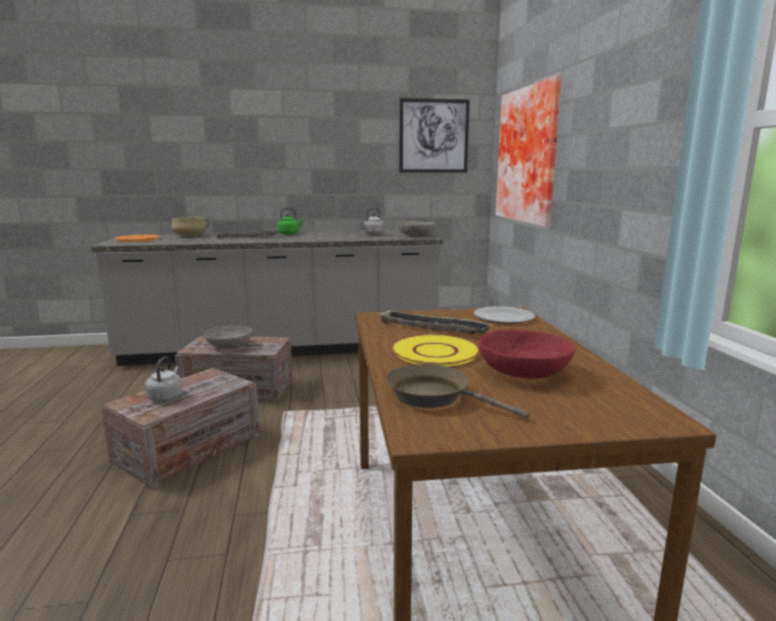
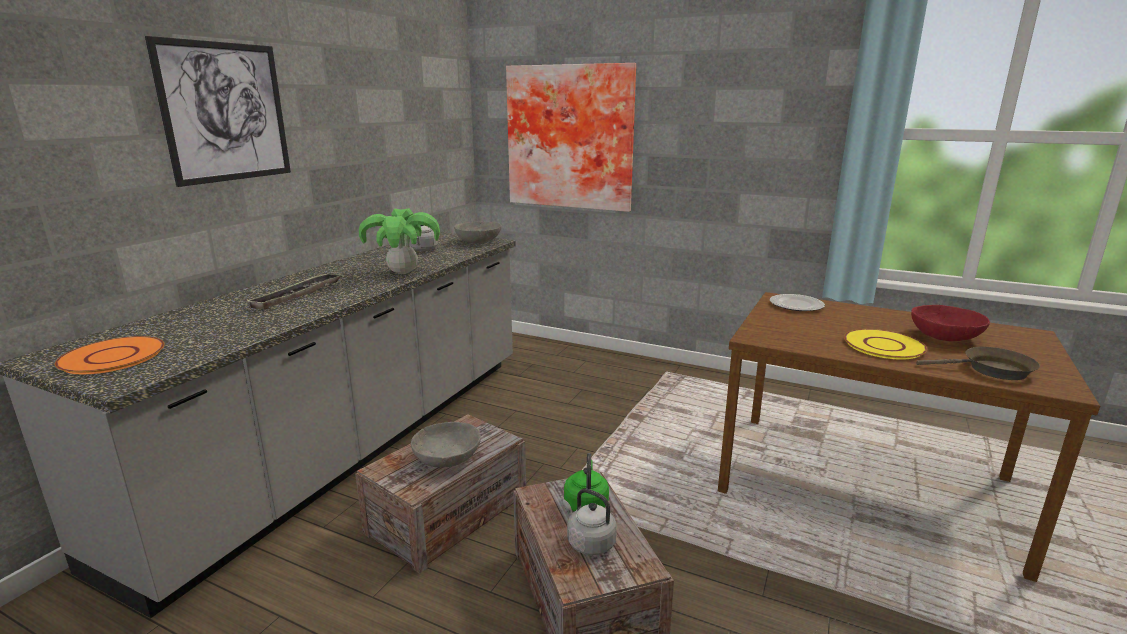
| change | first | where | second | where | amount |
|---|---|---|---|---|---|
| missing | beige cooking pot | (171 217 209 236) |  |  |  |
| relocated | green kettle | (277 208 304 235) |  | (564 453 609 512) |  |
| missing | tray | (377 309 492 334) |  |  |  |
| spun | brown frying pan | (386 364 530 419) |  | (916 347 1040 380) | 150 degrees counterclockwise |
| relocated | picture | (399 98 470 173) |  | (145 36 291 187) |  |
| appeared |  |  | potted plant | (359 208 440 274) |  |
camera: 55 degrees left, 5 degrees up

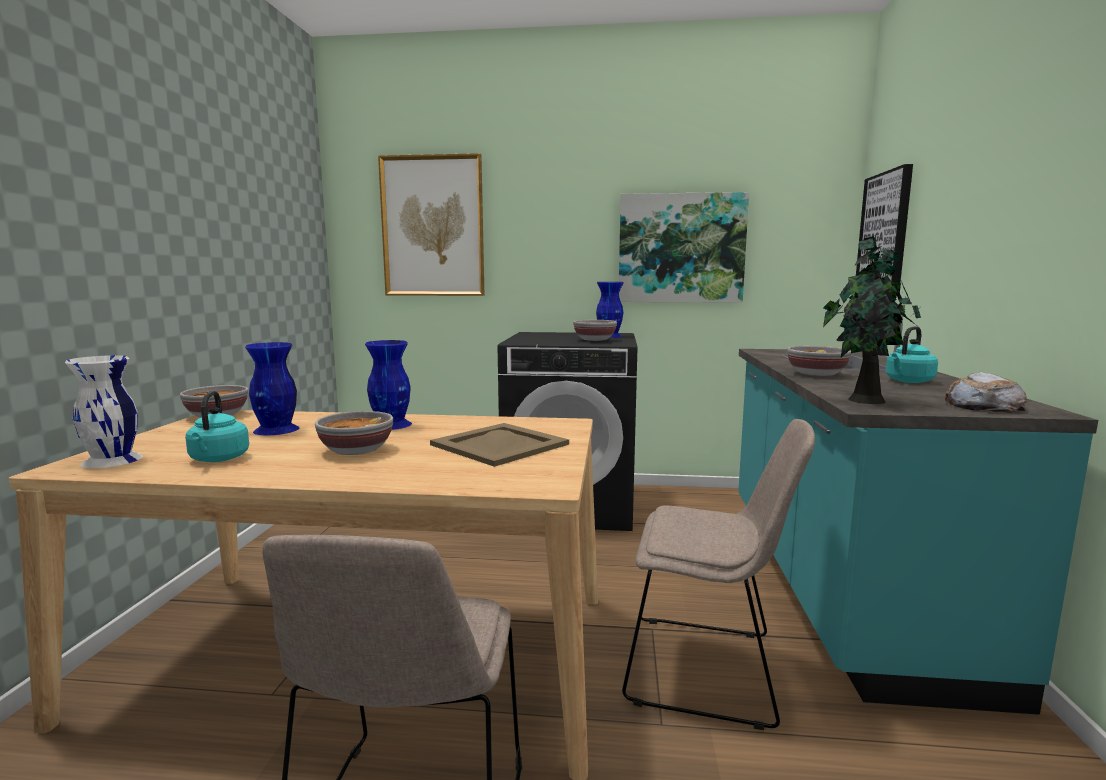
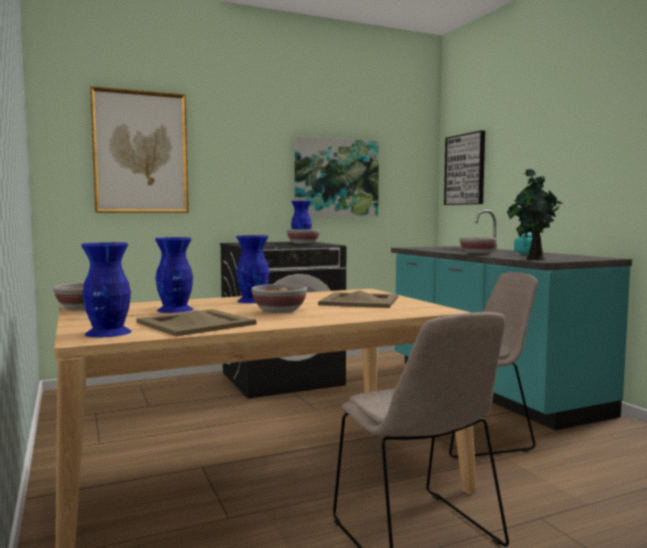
| change | first | where | second | where | amount |
|---|---|---|---|---|---|
| colour | white vase | (65 355 143 468) | blue vase | (81 242 132 337) |  |
| exchanged | turquoise kettle | (185 391 249 462) | beige tray | (136 309 256 337) |  |
| missing | bread | (945 372 1027 413) |  |  |  |
camera: 30 degrees left, 5 degrees down

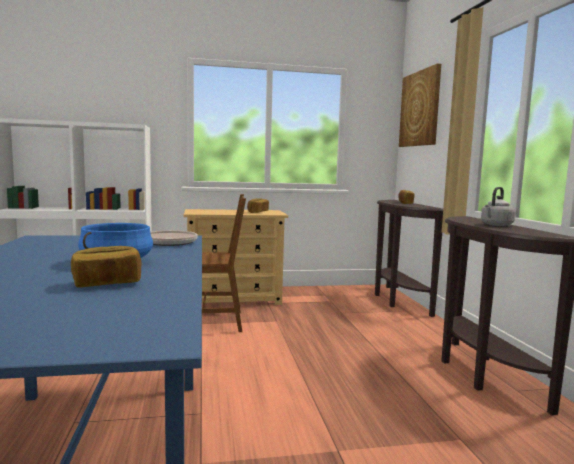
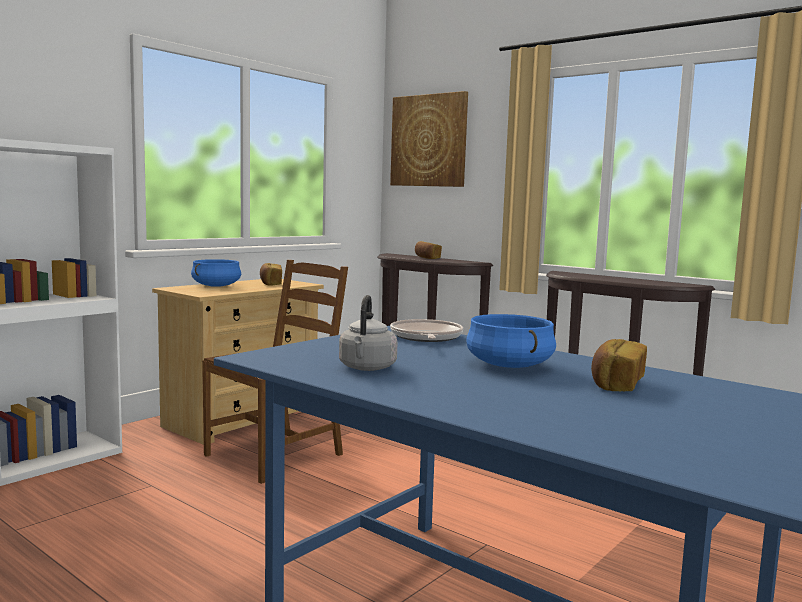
| change | first | where | second | where | amount |
|---|---|---|---|---|---|
| relocated | grey kettle | (481 187 515 226) |  | (339 295 397 371) |  |
| appeared |  |  | blue cooking pot | (191 259 241 287) |  |
camera: 40 degrees left, 0 degrees up

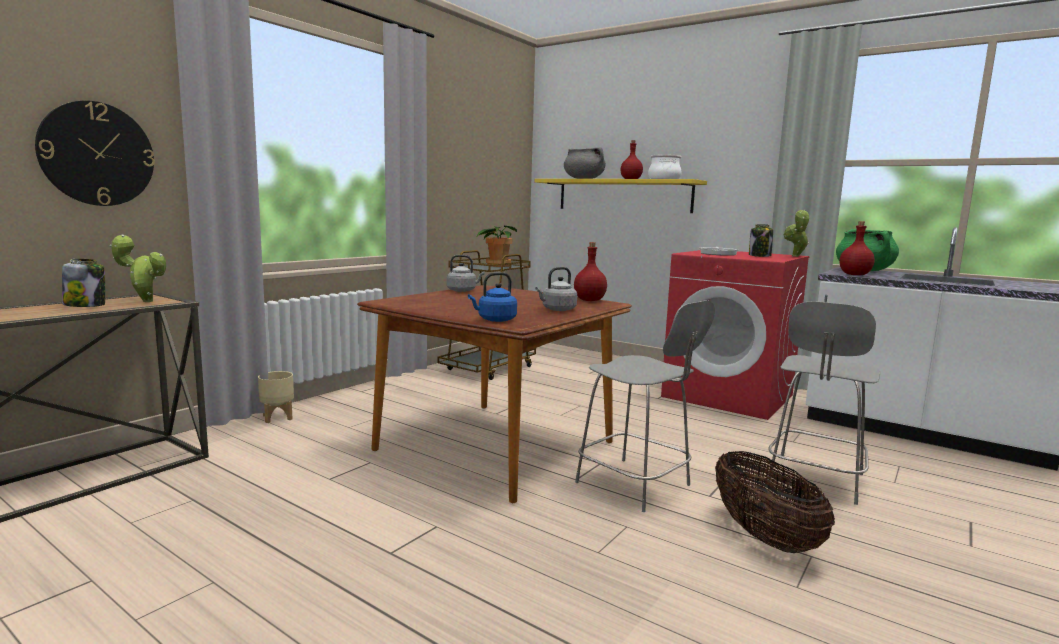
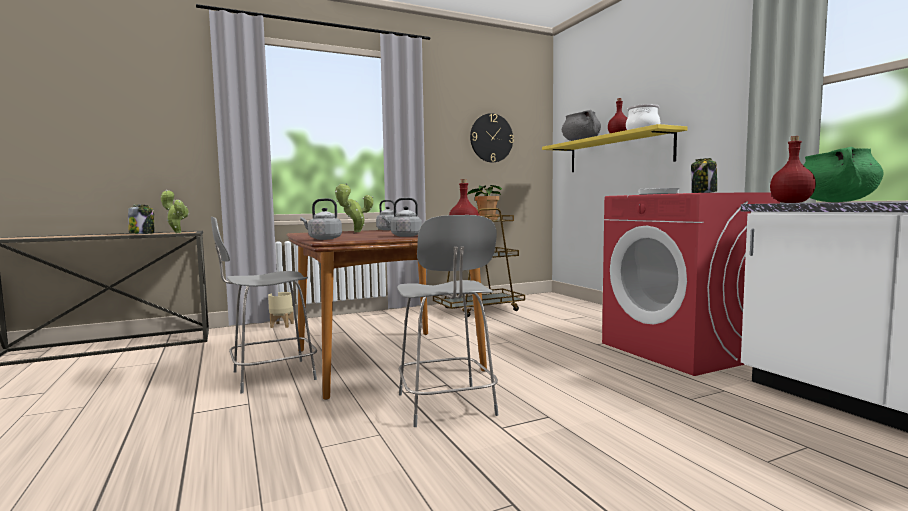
| change | first | where | second | where | amount |
|---|---|---|---|---|---|
| relocated | wall clock | (35 101 155 206) |  | (470 113 514 162) |  |
| colour | blue kettle | (468 272 517 322) | grey kettle | (300 198 342 240) |  |
| missing | basket | (715 451 835 553) |  |  |  |
| relocated | grey chair | (768 301 880 505) |  | (211 217 317 394) |  |
| relocated | potted plant | (784 209 810 257) |  | (335 183 373 232) |  |
camera: 30 degrees right, 5 degrees down

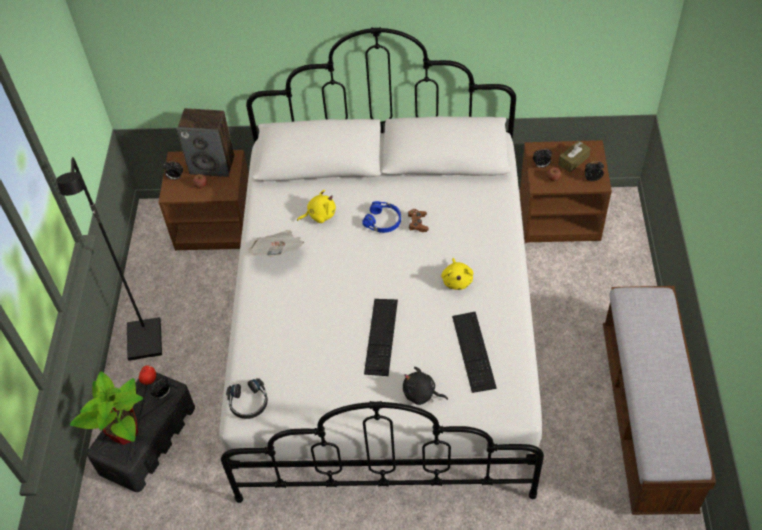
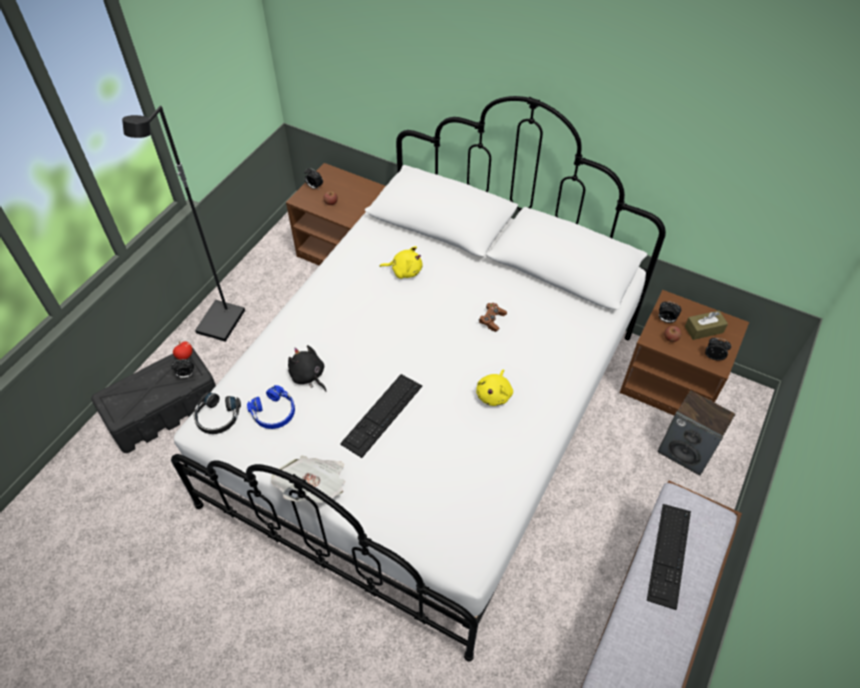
| change | first | where | second | where | amount |
|---|---|---|---|---|---|
| missing | potted plant | (70 371 143 445) |  |  |  |
| relocated | speaker | (177 108 234 177) |  | (657 390 735 476) |  |
| relocated | newspaper | (248 230 305 257) |  | (271 456 345 503) |  |
| relocated | blue headphones | (362 201 401 233) |  | (247 385 295 429) |  |
| relocated | black plush toy | (403 367 448 405) |  | (288 345 327 392) |  |
| relocated | keyboard | (452 312 497 393) |  | (647 504 691 610) |  |
camera: 25 degrees right, 0 degrees up

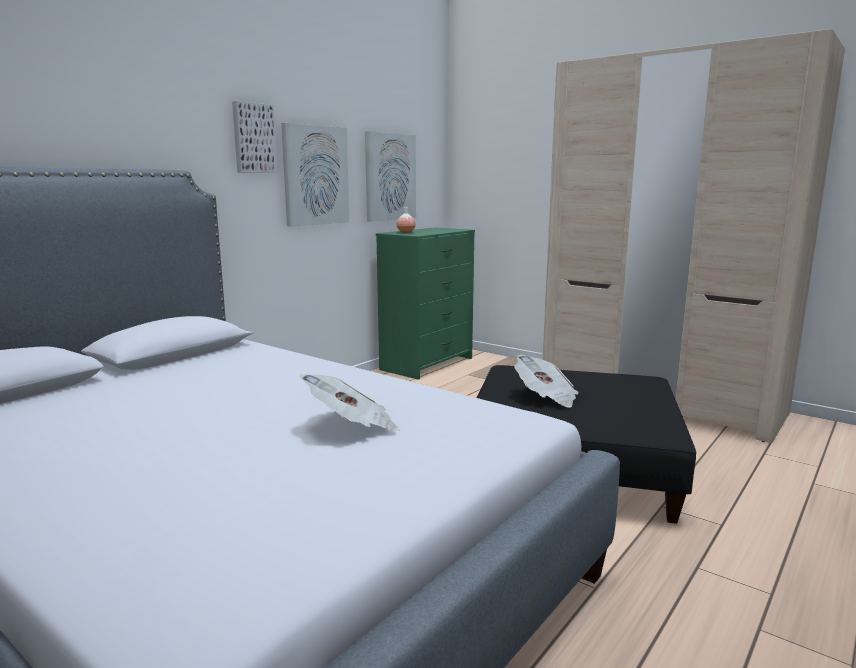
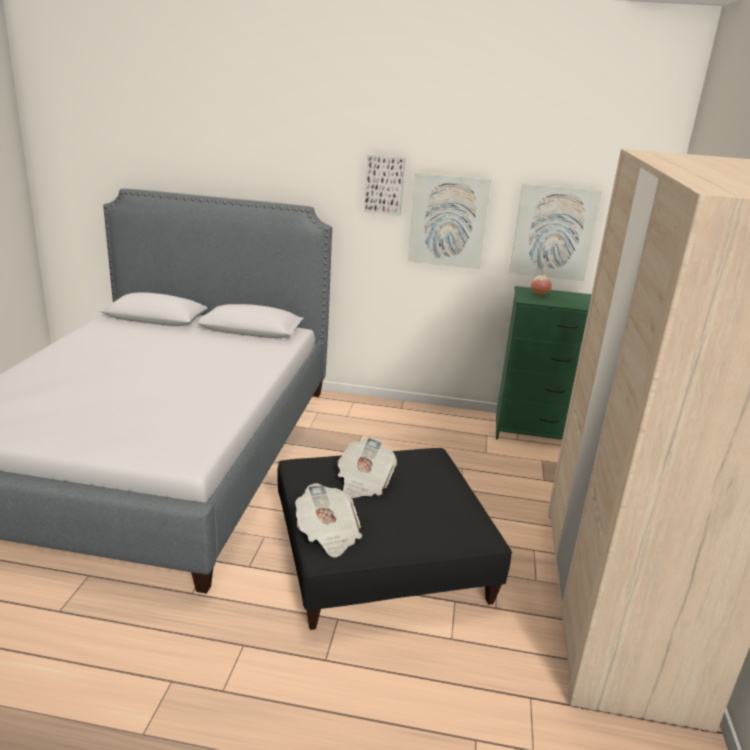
| change | first | where | second | where | amount |
|---|---|---|---|---|---|
| relocated | newspaper | (300 374 400 431) |  | (295 483 362 558) |  |
camera: 60 degrees right, 10 degrees up

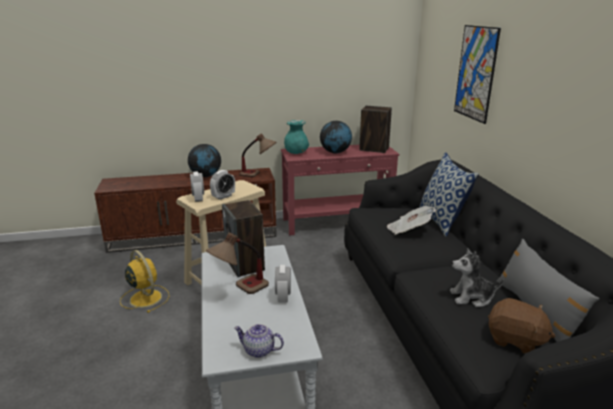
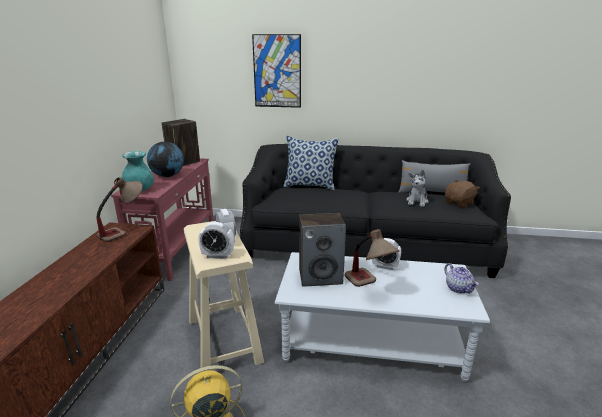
| change | first | where | second | where | amount |
|---|---|---|---|---|---|
| missing | globe | (188 144 221 177) |  |  |  |
| spun | teapot | (234 324 284 358) |  | (444 263 479 294) | 60 degrees counterclockwise |
| missing | newspaper | (387 205 436 235) |  |  |  |
camera: 70 degrees left, 0 degrees up

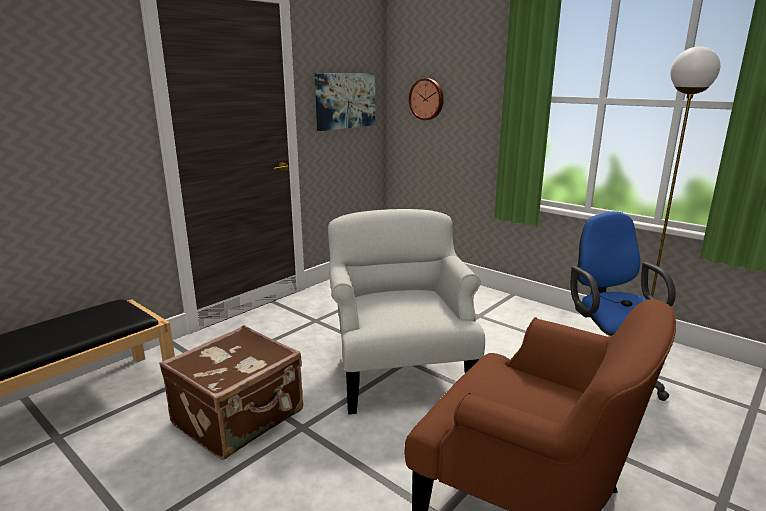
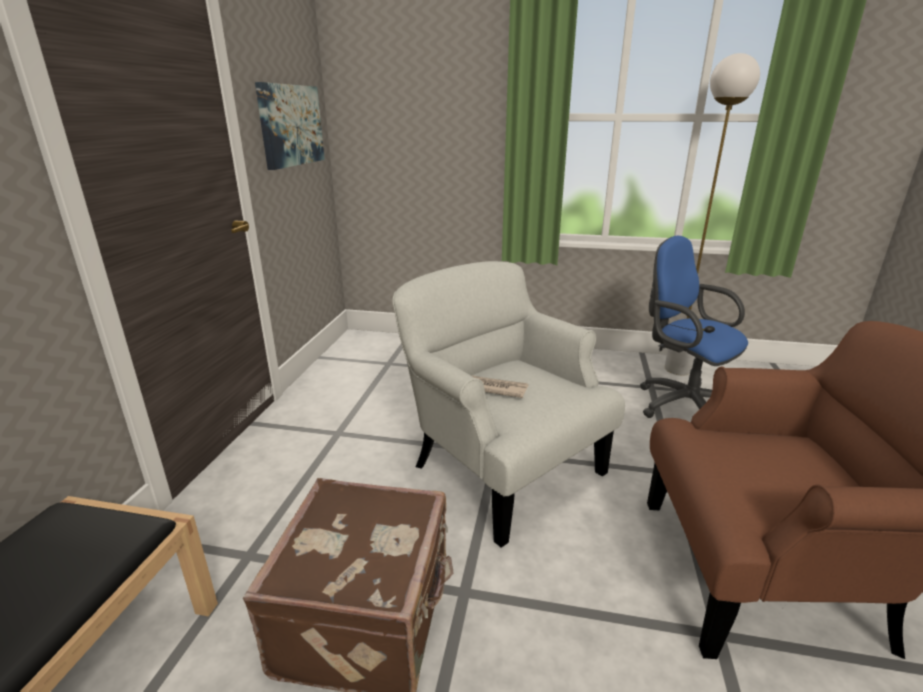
| change | first | where | second | where | amount |
|---|---|---|---|---|---|
| missing | wall clock | (409 78 444 120) |  |  |  |
| appeared |  |  | newspaper | (472 376 529 398) |  |
camera: 30 degrees left, 5 degrees up

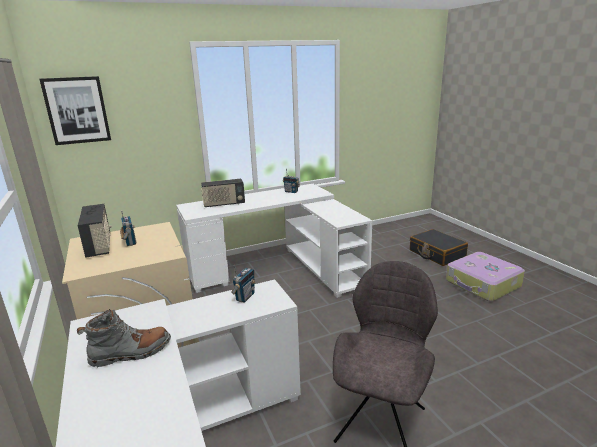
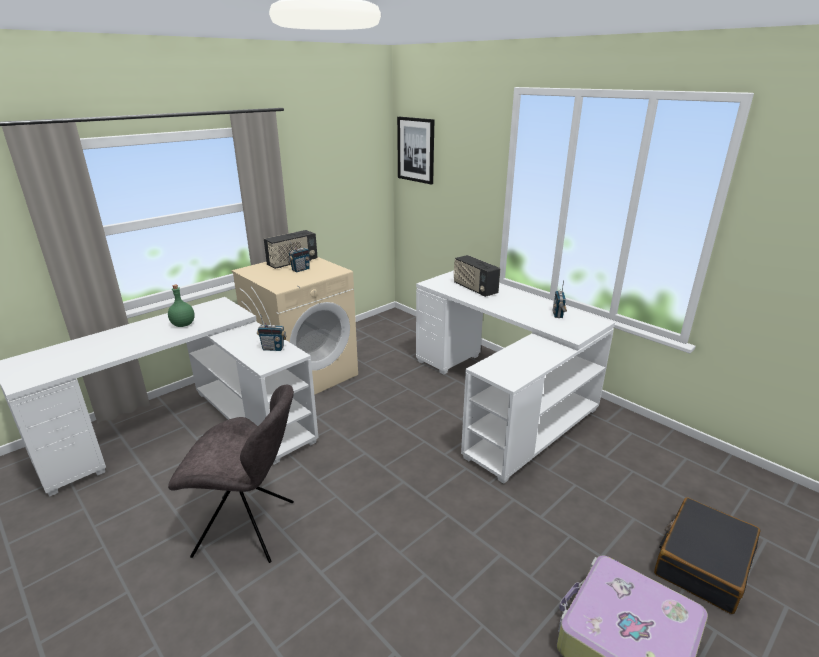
| change | first | where | second | where | amount |
|---|---|---|---|---|---|
| exchanged | grey boot | (77 309 171 368) | green bottle | (168 285 195 327) |  |
camera: 70 degrees right, 5 degrees up

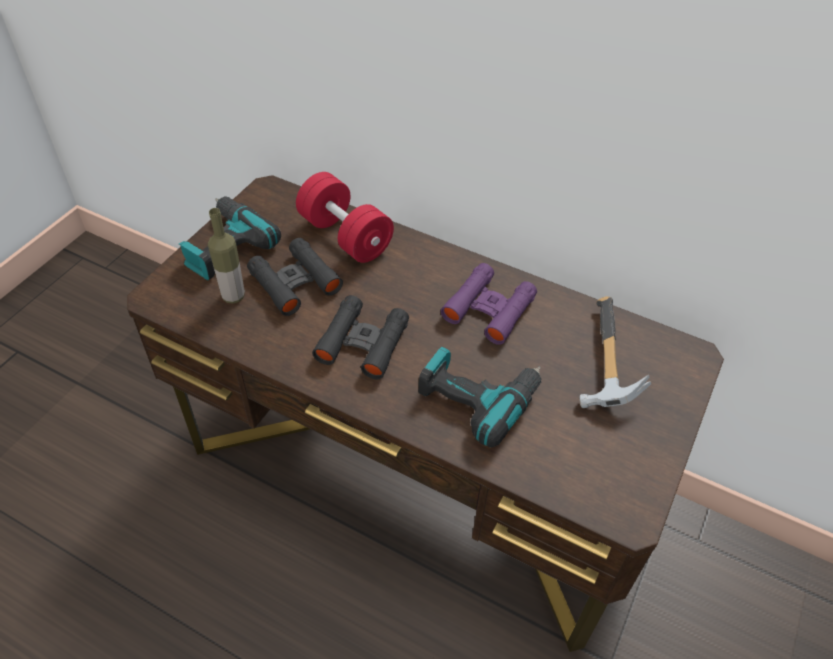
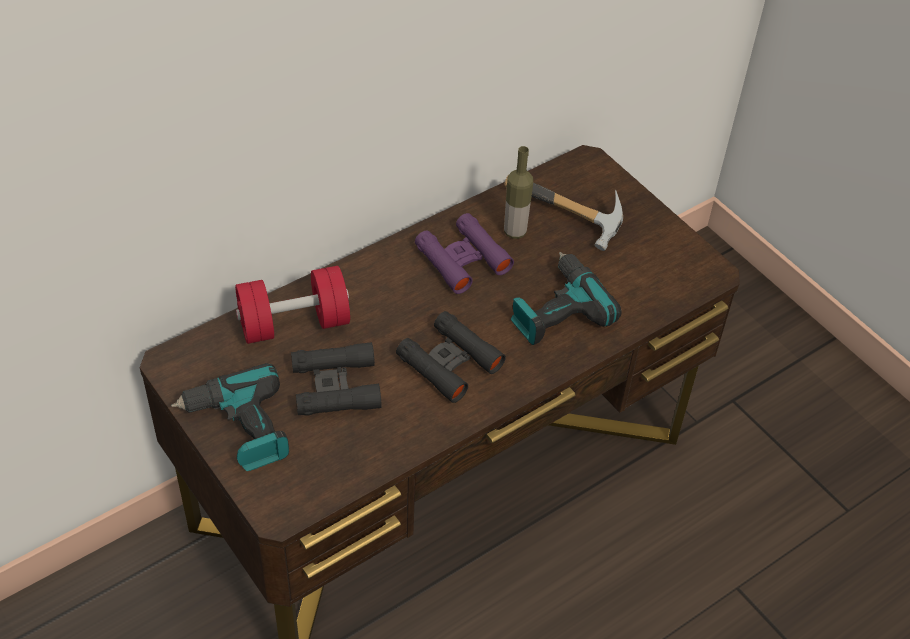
| change | first | where | second | where | amount |
|---|---|---|---|---|---|
| relocated | bottle | (208 208 245 304) |  | (504 146 533 239) |  |
camera: 65 degrees left, 0 degrees up

